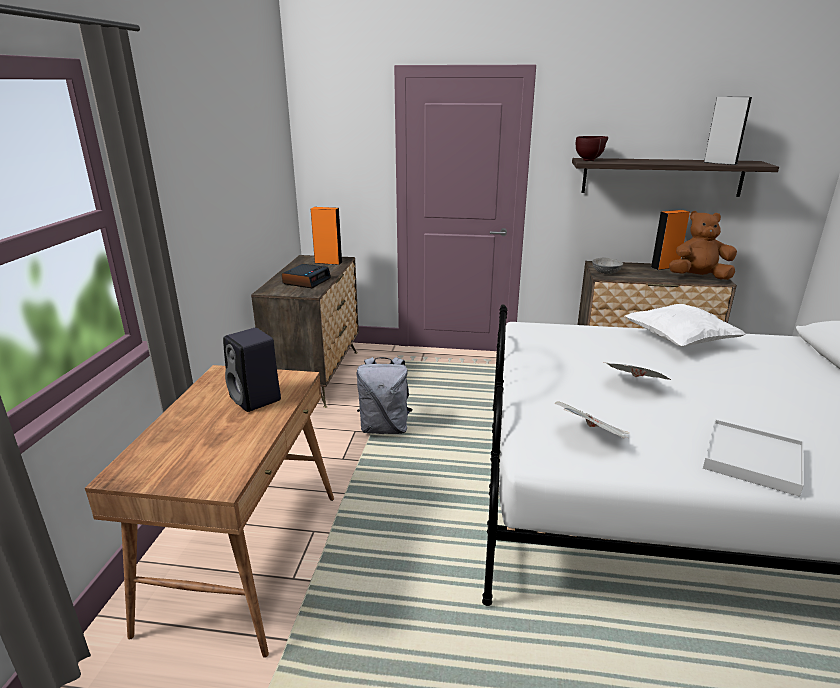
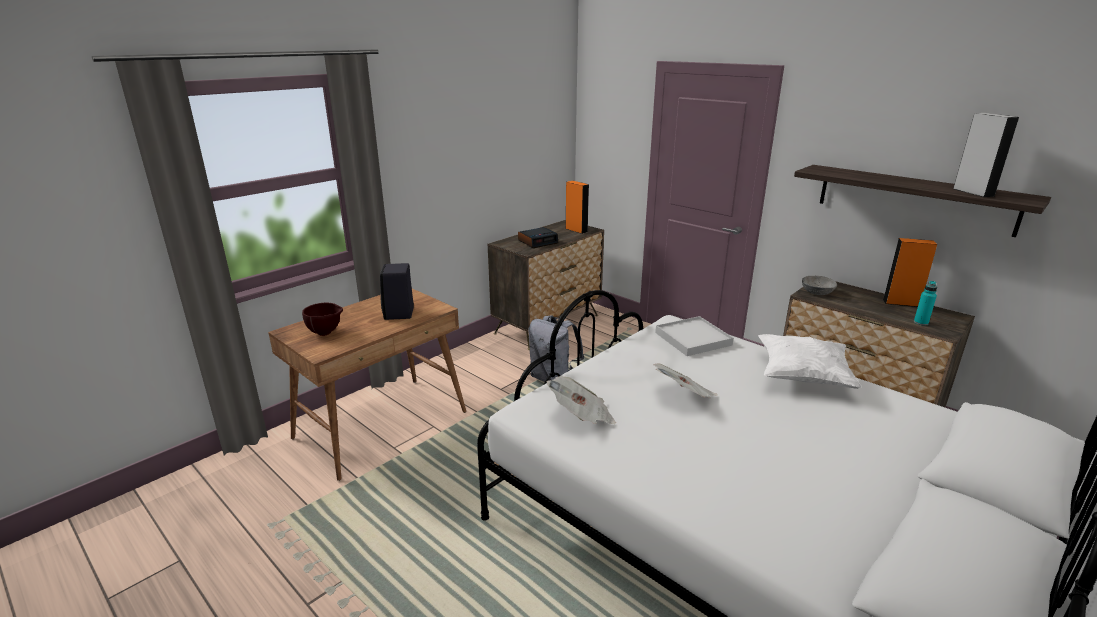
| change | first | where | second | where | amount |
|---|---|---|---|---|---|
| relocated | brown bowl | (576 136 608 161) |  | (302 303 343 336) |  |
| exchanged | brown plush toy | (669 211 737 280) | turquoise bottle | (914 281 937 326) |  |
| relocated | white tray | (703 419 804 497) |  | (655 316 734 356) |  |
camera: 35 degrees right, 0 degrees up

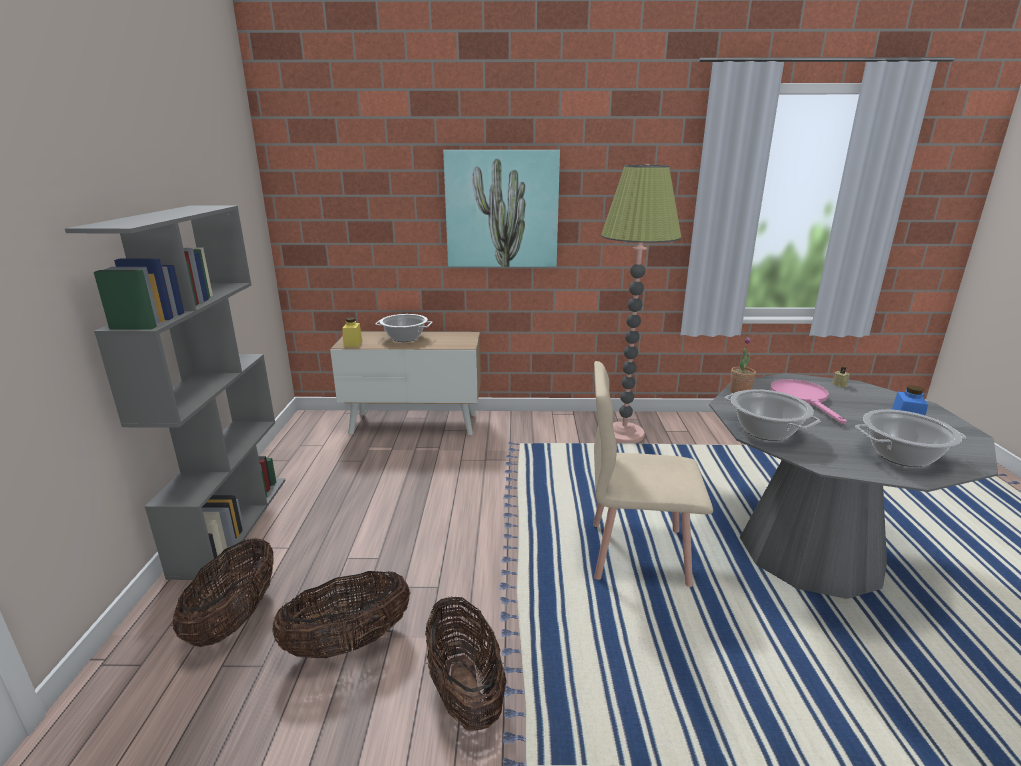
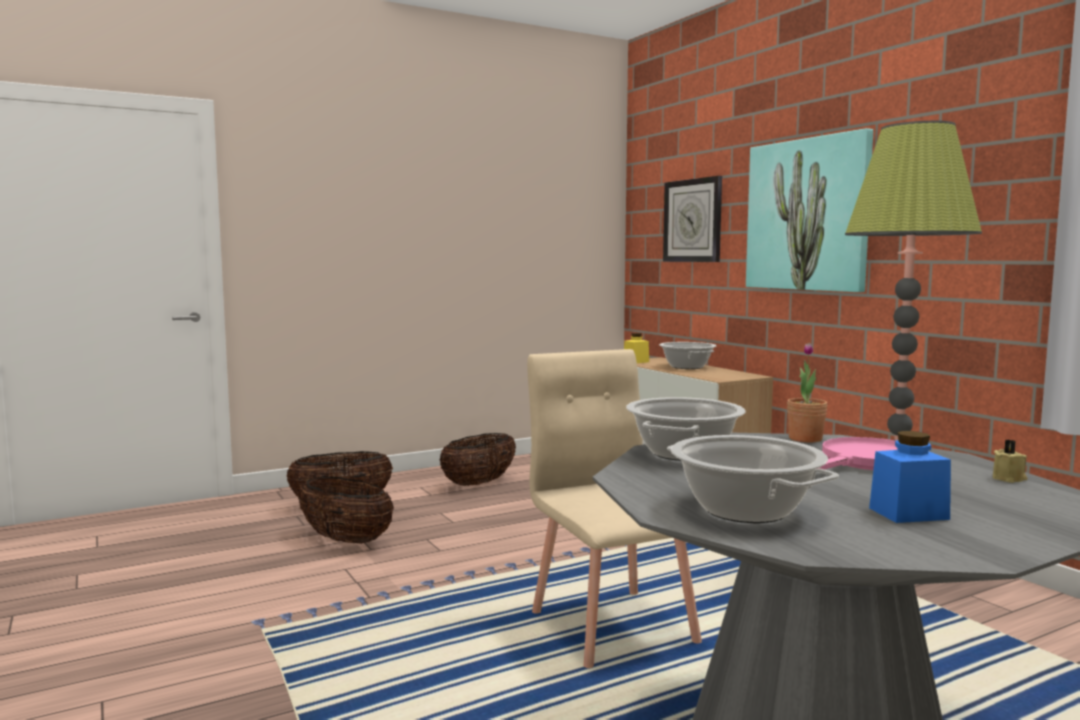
| change | first | where | second | where | amount |
|---|---|---|---|---|---|
| missing | grey bookcase | (65 206 285 580) |  |  |  |
| relocated | basket | (425 597 507 731) |  | (440 433 516 486) |  |
| appeared |  |  | wall clock | (663 176 722 262) |  |
camera: 60 degrees right, 15 degrees down

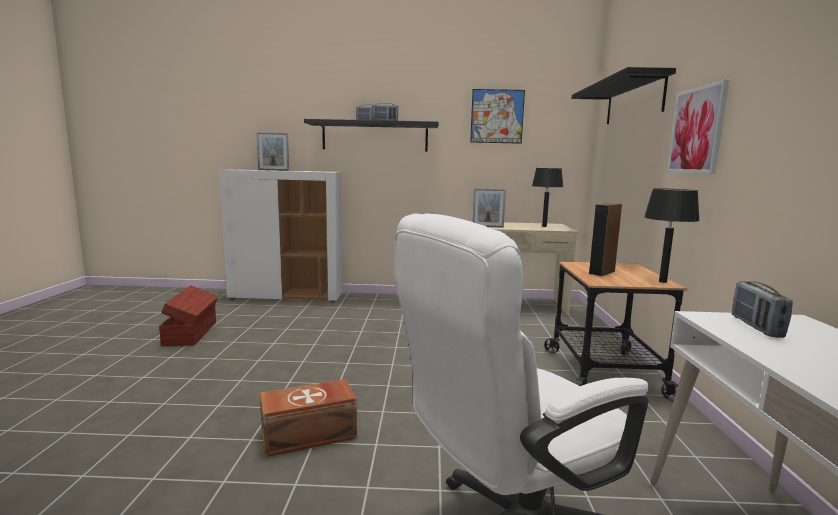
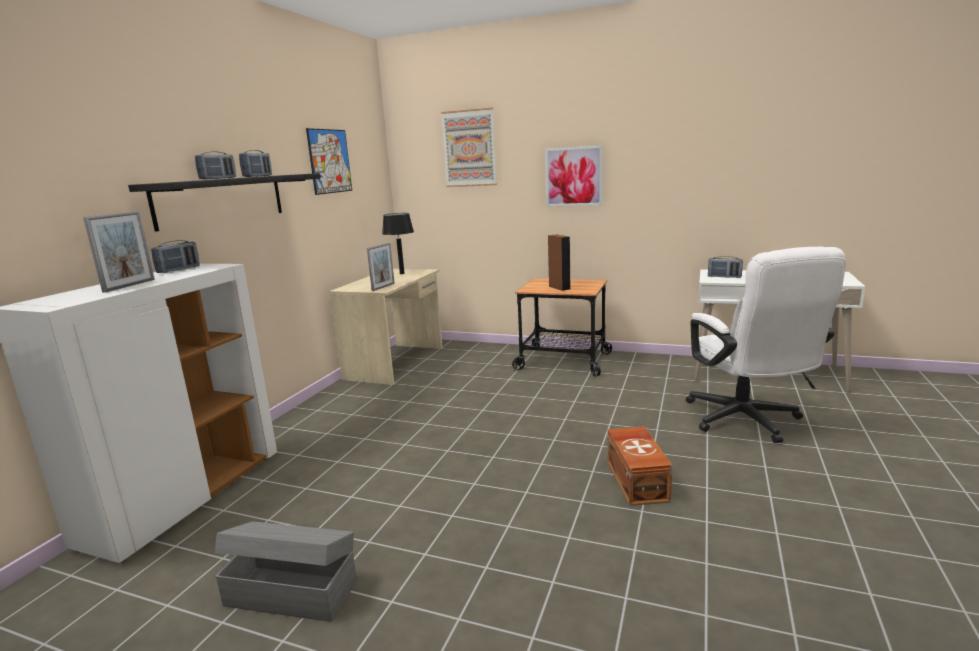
| change | first | where | second | where | amount |
|---|---|---|---|---|---|
| colour | brown storage box | (159 286 219 346) | grey storage box | (215 522 357 622) |  |
| exchanged | black shelf | (572 67 676 124) | picture | (441 108 497 187) |  |
| missing | black table lamp | (644 188 700 283) |  |  |  |
| appeared |  |  | radio | (151 240 200 273) |  |
camera: 70 degrees left, 5 degrees up

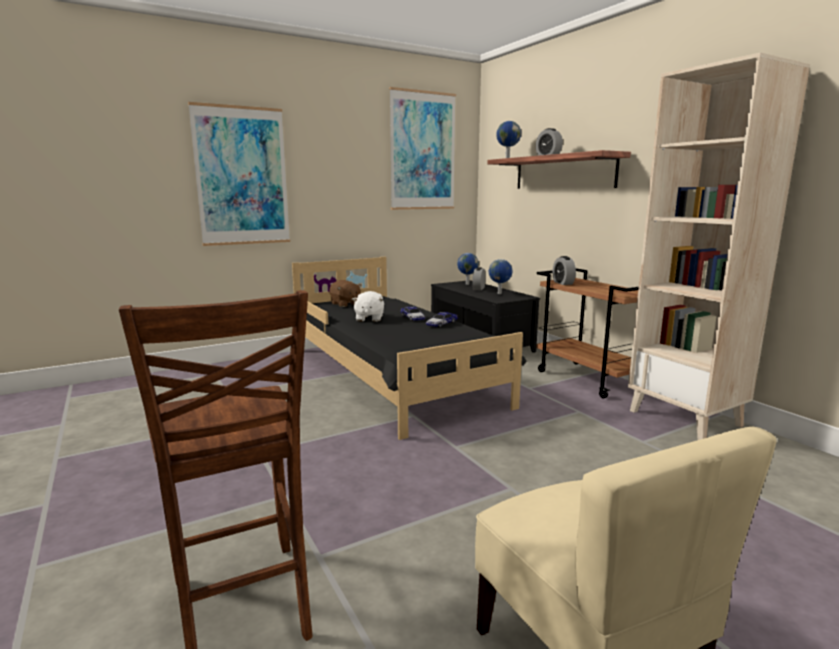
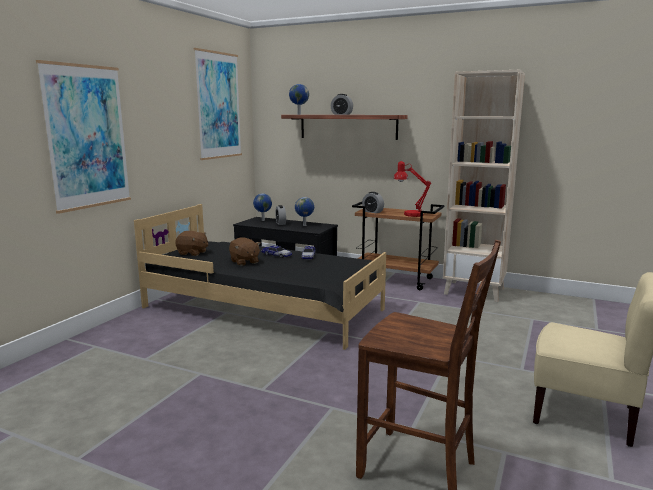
| change | first | where | second | where | amount |
|---|---|---|---|---|---|
| colour | white plush toy | (352 291 384 322) | brown plush toy | (229 237 261 266) |  |
| appeared |  |  | red table lamp | (394 161 431 217) |  |
camera: 35 degrees left, 0 degrees up

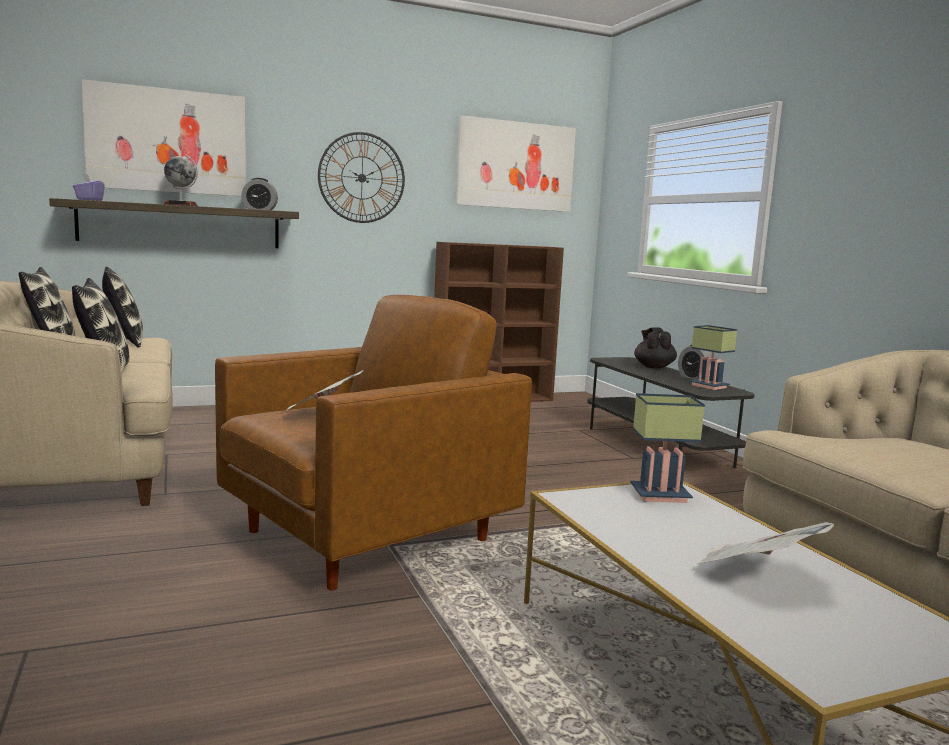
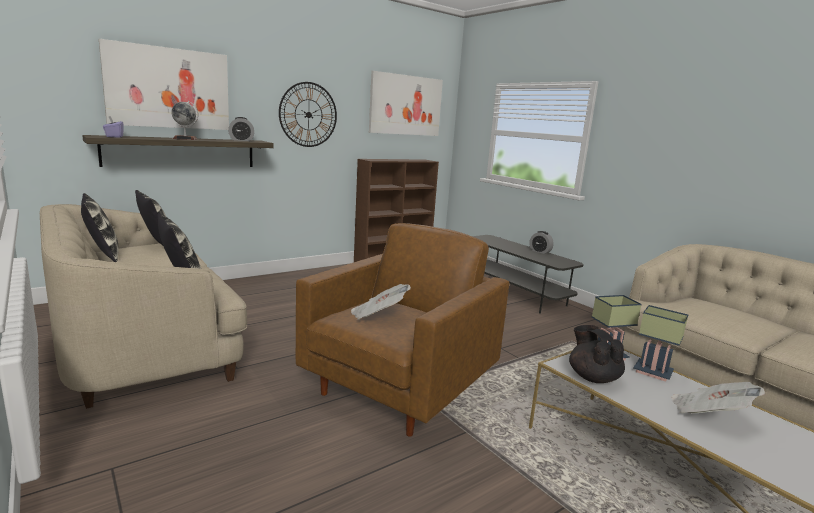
| change | first | where | second | where | amount |
|---|---|---|---|---|---|
| relocated | black teapot | (634 327 677 368) |  | (569 325 625 383) |  |
| relocated | table lamp | (689 325 737 390) |  | (633 305 688 382) |  |
camera: 15 degrees left, 5 degrees up

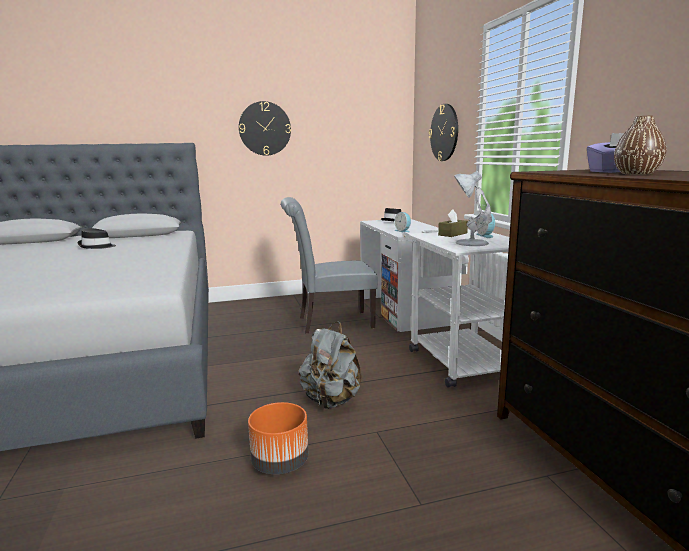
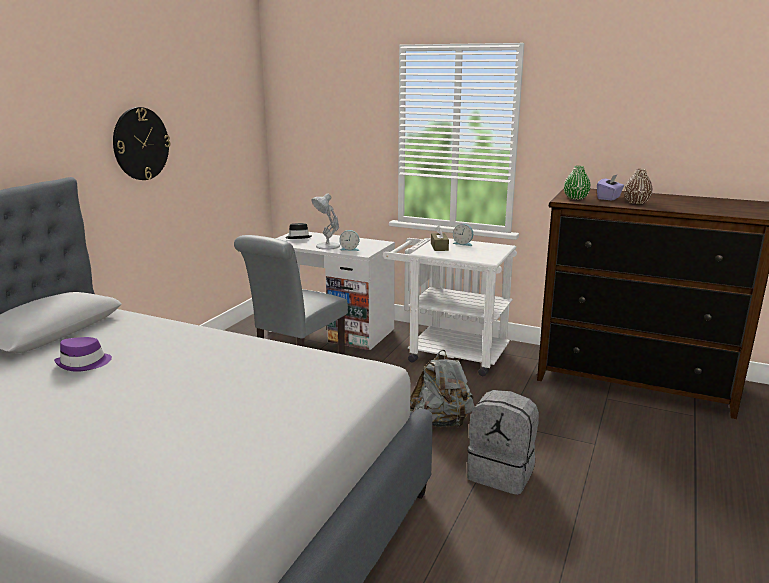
| change | first | where | second | where | amount |
|---|---|---|---|---|---|
| colour | black hat | (77 228 116 249) | purple hat | (54 337 112 372) |  |
| exchanged | orange planter | (248 402 308 474) | grey backpack | (467 390 539 495) |  |
| missing | wall clock | (429 104 458 161) |  |  |  |
| relocated | white table lamp | (454 171 492 246) |  | (312 193 340 250) |  |
| appeared |  |  | green vase | (564 166 591 200) |  |
camera: 50 degrees left, 5 degrees up

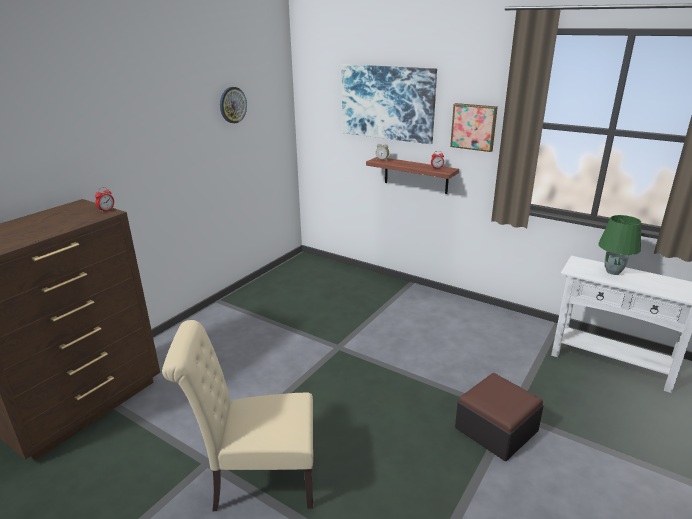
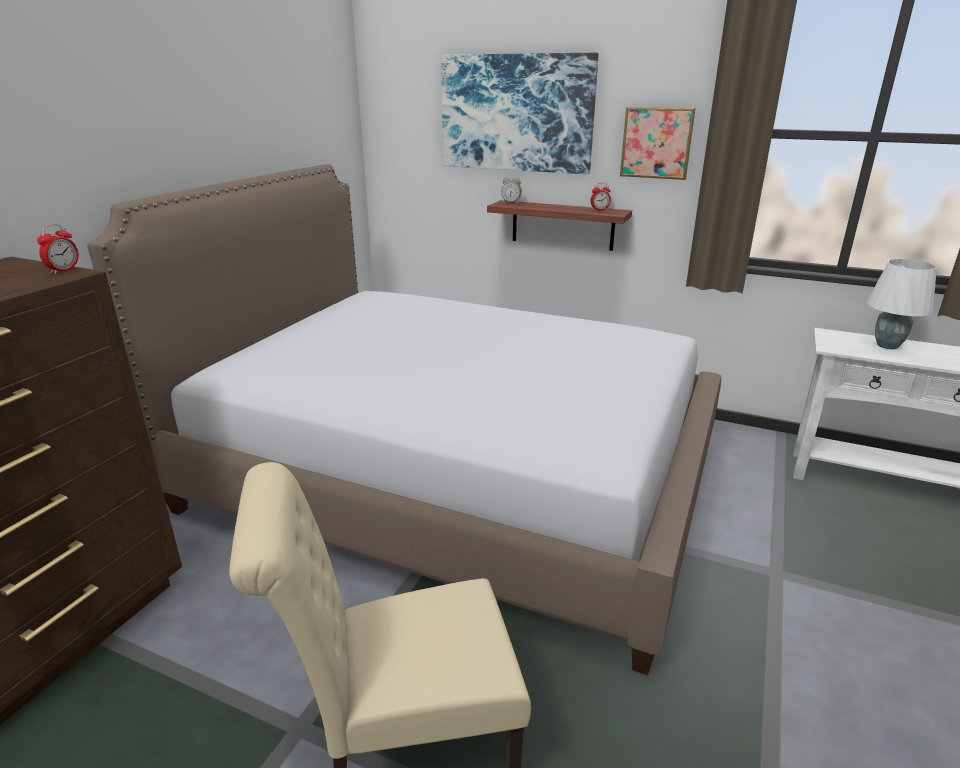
| change | first | where | second | where | amount |
|---|---|---|---|---|---|
| missing | wall clock | (220 87 247 123) |  |  |  |
| missing | ottoman | (455 373 543 461) |  |  |  |
| colour | green table lamp | (598 215 641 275) | white table lamp | (867 259 937 349) |  |
| appeared |  |  | bed | (87 164 721 675) |  |
camera: 10 degrees left, 0 degrees up

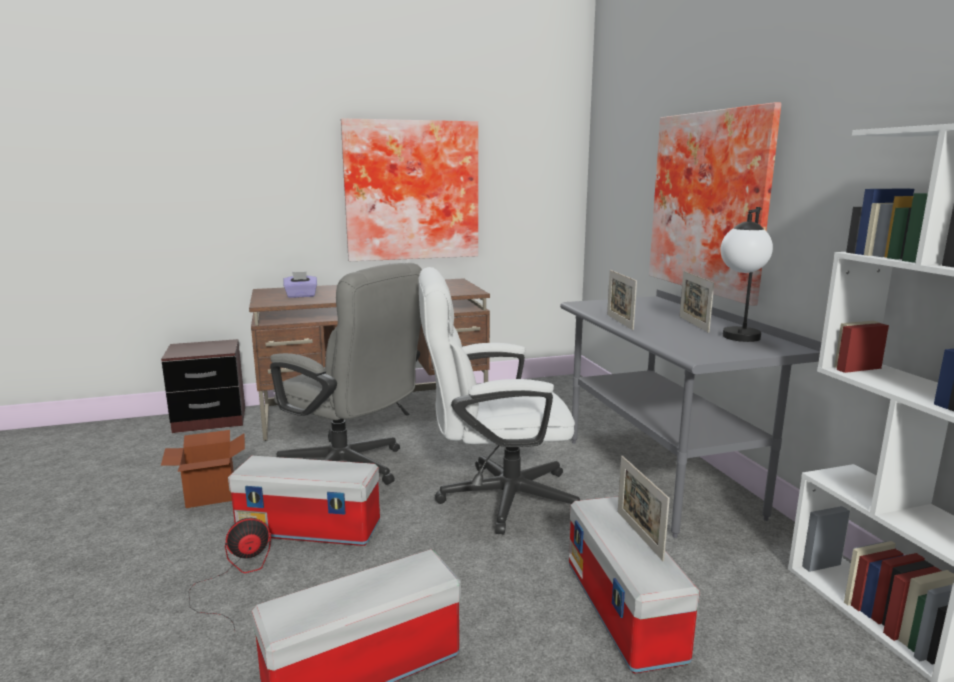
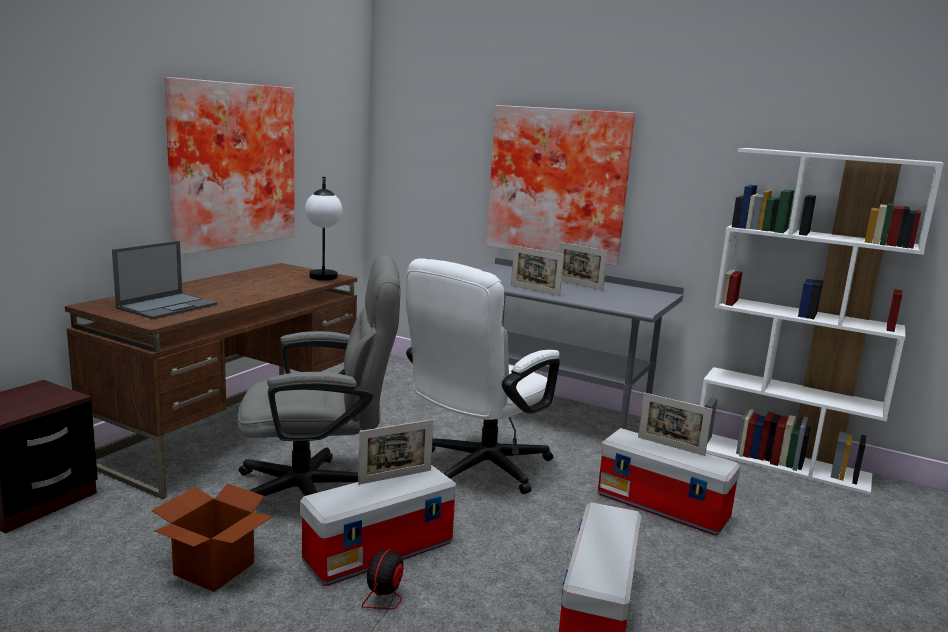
| change | first | where | second | where | amount |
|---|---|---|---|---|---|
| exchanged | purple tissue box | (284 272 317 298) | laptop | (112 241 217 319) |  |
| relocated | table lamp | (721 207 773 342) |  | (305 177 342 280) |  |
| appeared |  |  | picture frame | (358 419 433 485) |  |
camera: 45 degrees left, 0 degrees up

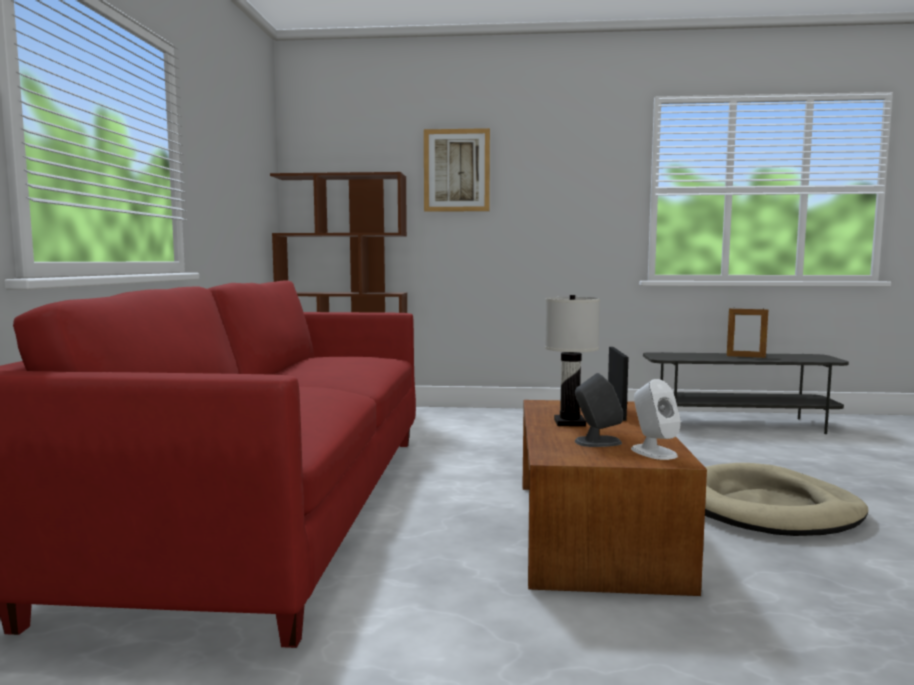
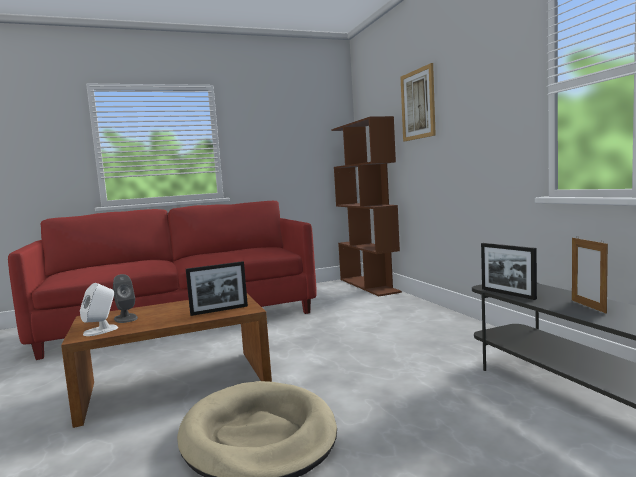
| change | first | where | second | where | amount |
|---|---|---|---|---|---|
| missing | white table lamp | (544 295 600 426) |  |  |  |
| appeared |  |  | picture frame | (481 243 537 300) |  |
camera: 65 degrees right, 0 degrees up

